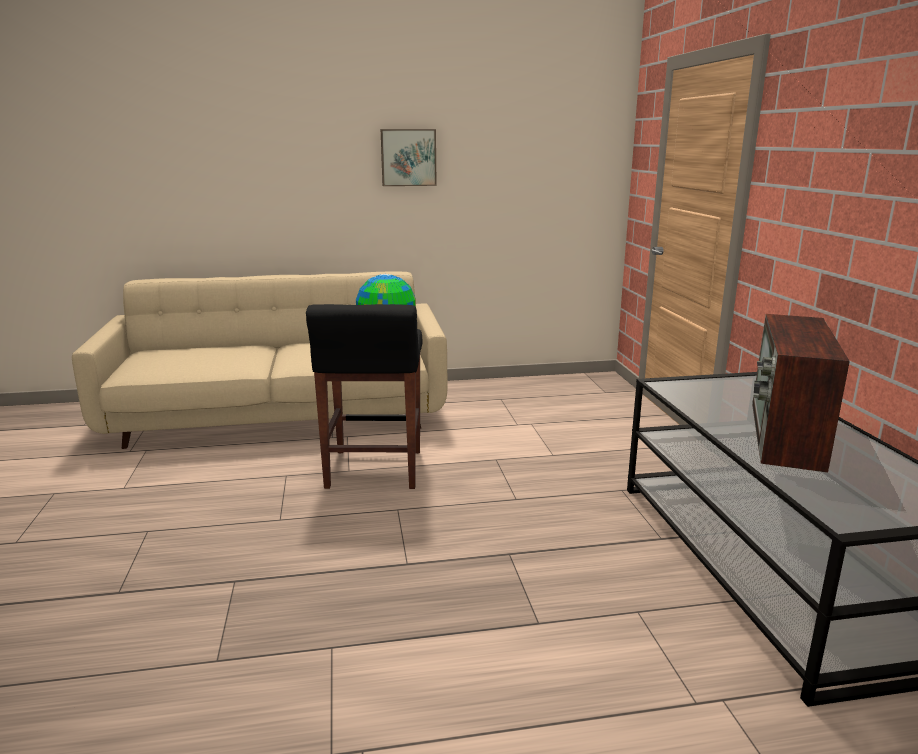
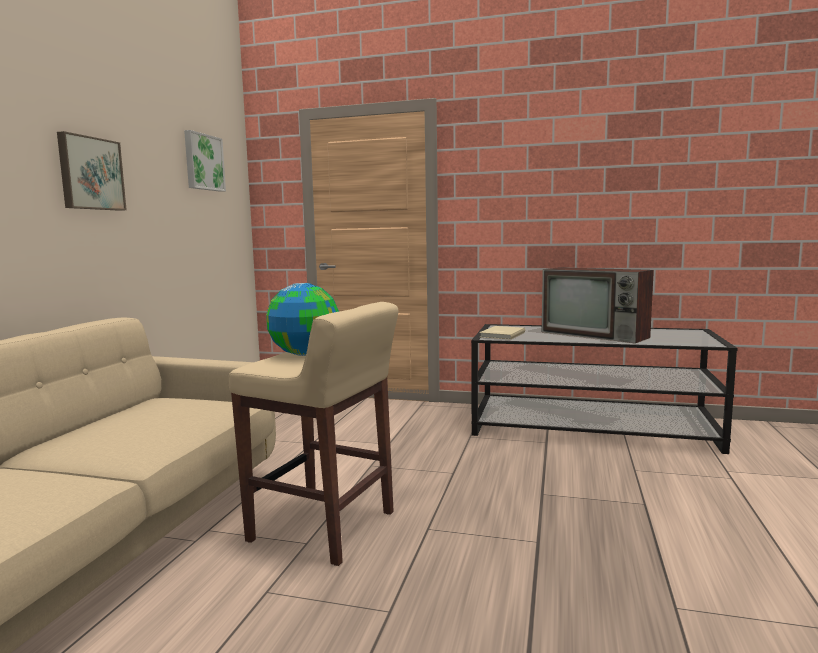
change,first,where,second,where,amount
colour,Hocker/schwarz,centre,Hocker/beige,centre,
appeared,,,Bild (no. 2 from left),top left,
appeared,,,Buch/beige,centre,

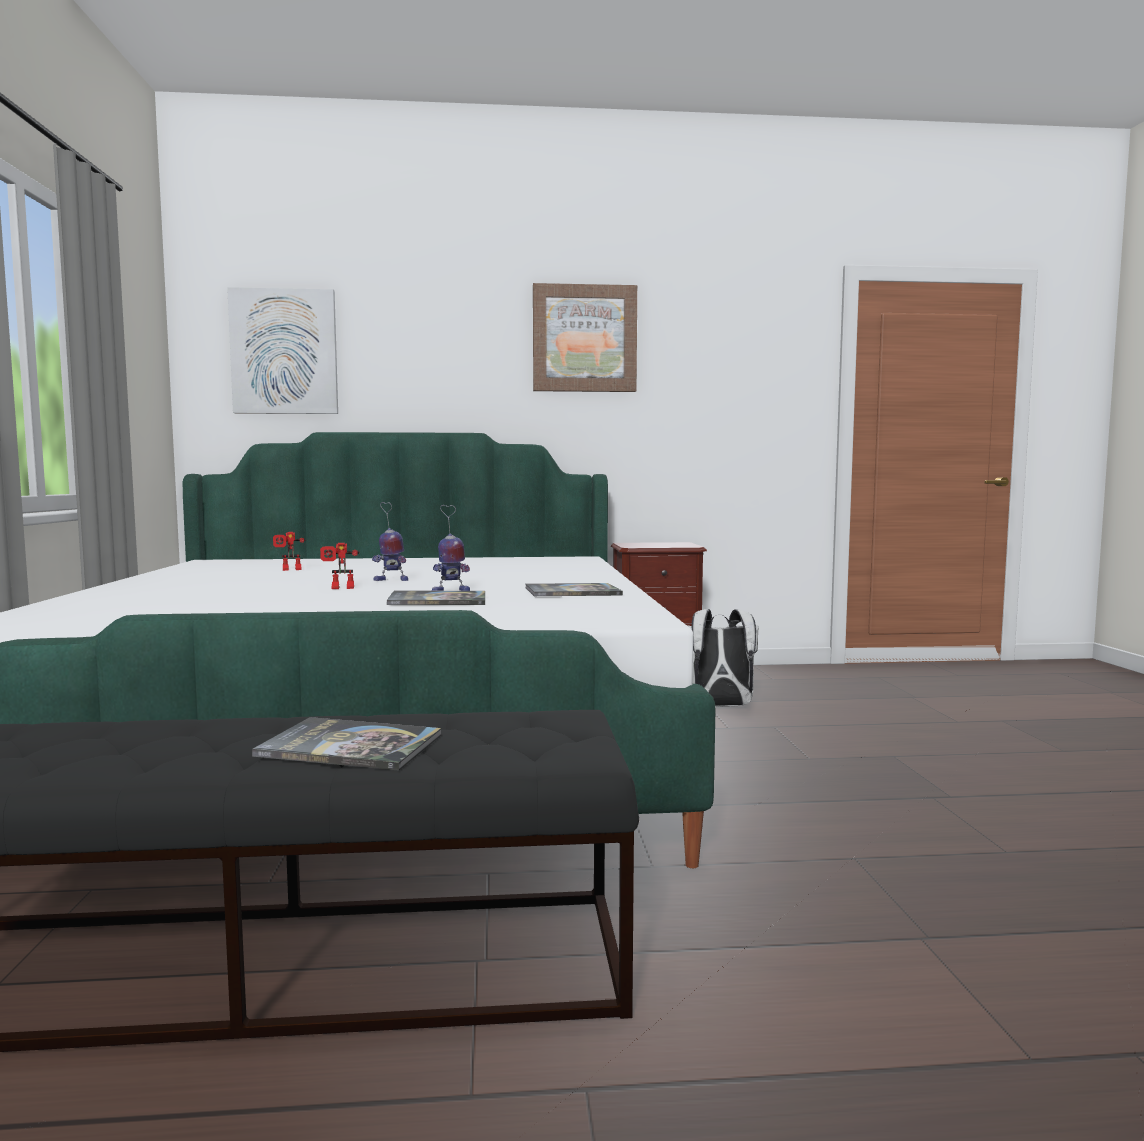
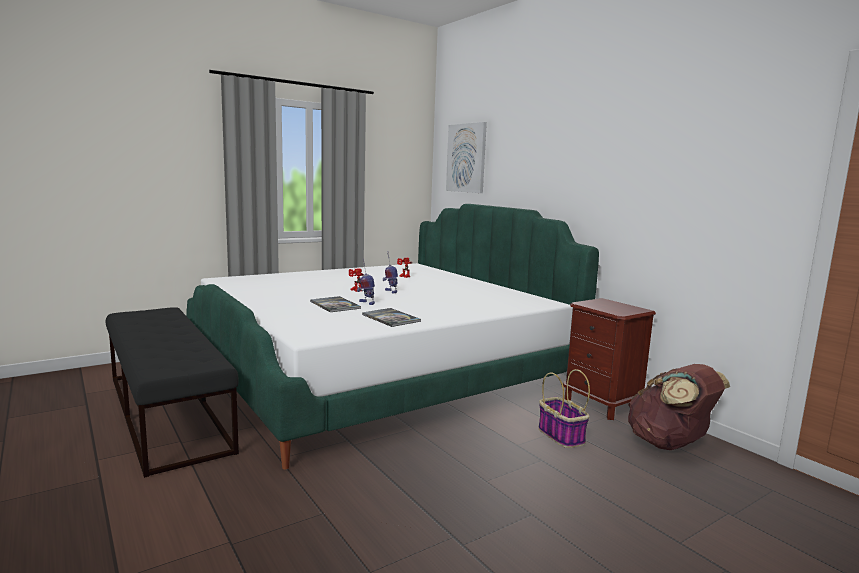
change,first,where,second,where,amount
missing,Buch (no. 1 from left),middle left,,,
missing,Bild (no. 2 from left),top centre,,,
exchanged,Rucksack/weiß,centre,Korb,bottom centre,
appeared,,,Rucksack/braun,bottom right,

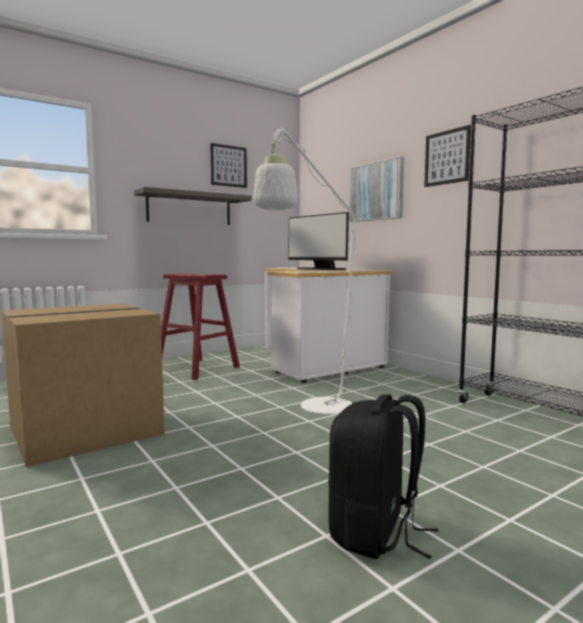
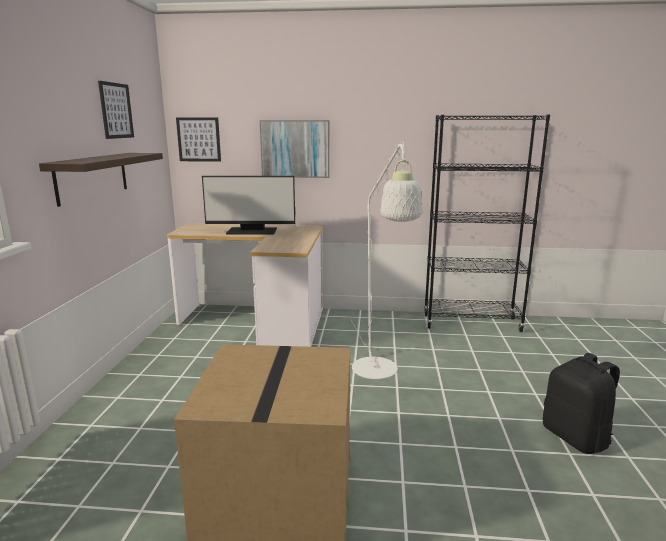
change,first,where,second,where,amount
missing,Hocker/rot,centre,,,
relocated,Bild (no. 3 from left in the first image),top right,Bild (no. 2 from left),top left,

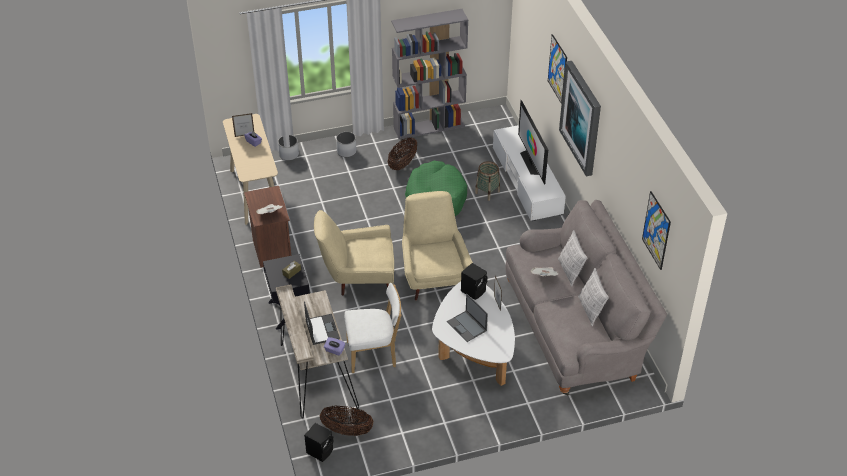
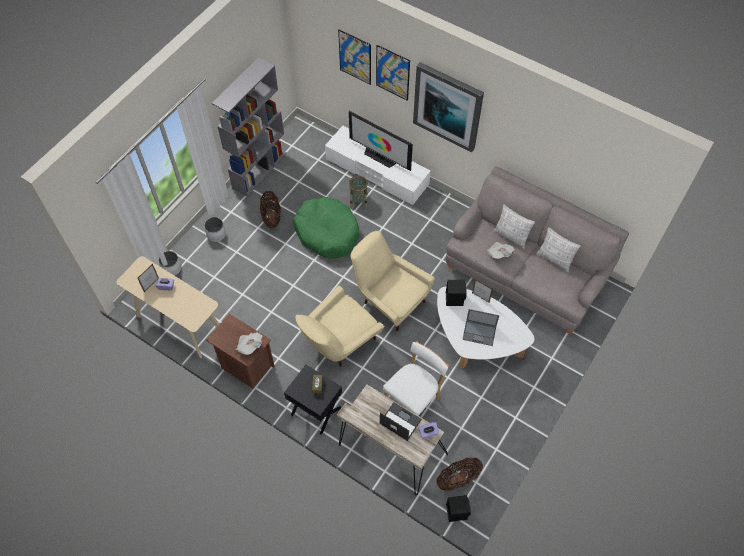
change,first,where,second,where,amount
relocated,Bild (no. 3 from left in the first image),middle right,Bild (no. 1 from left),top centre,

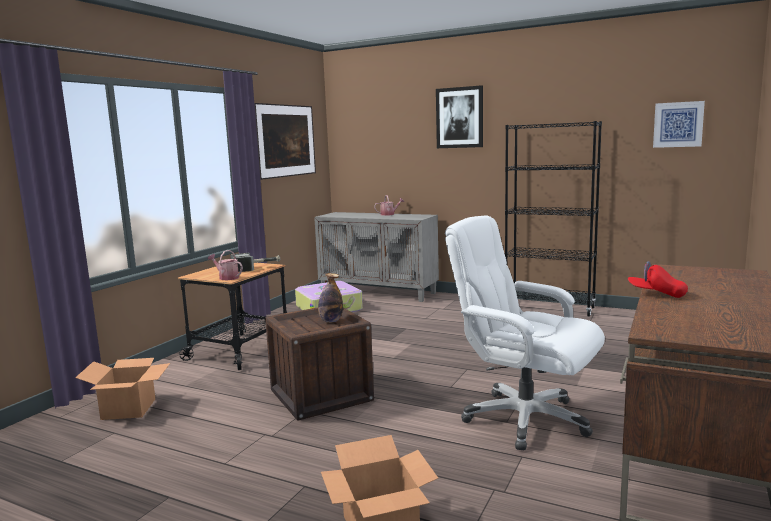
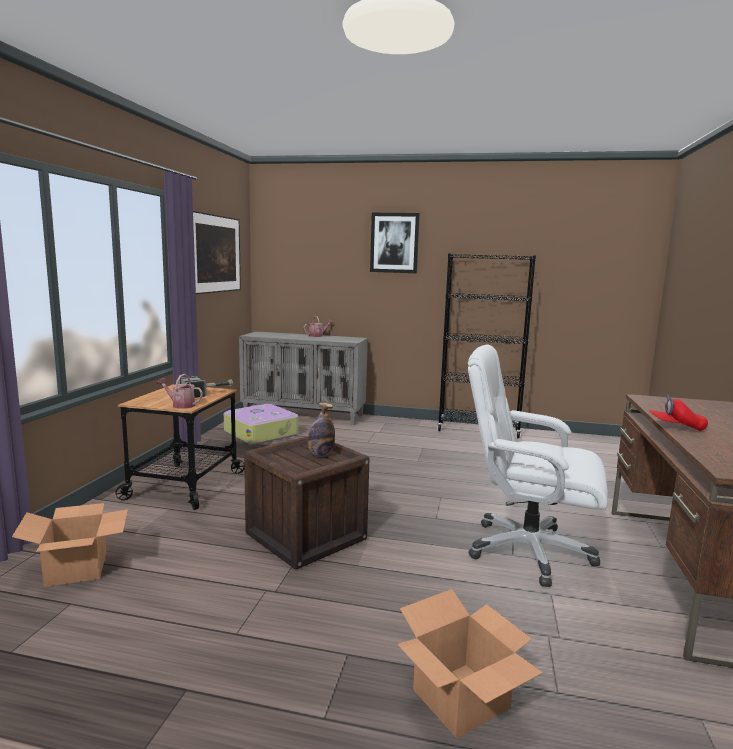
change,first,where,second,where,amount
missing,Bild (no. 3 from left),top right,,,

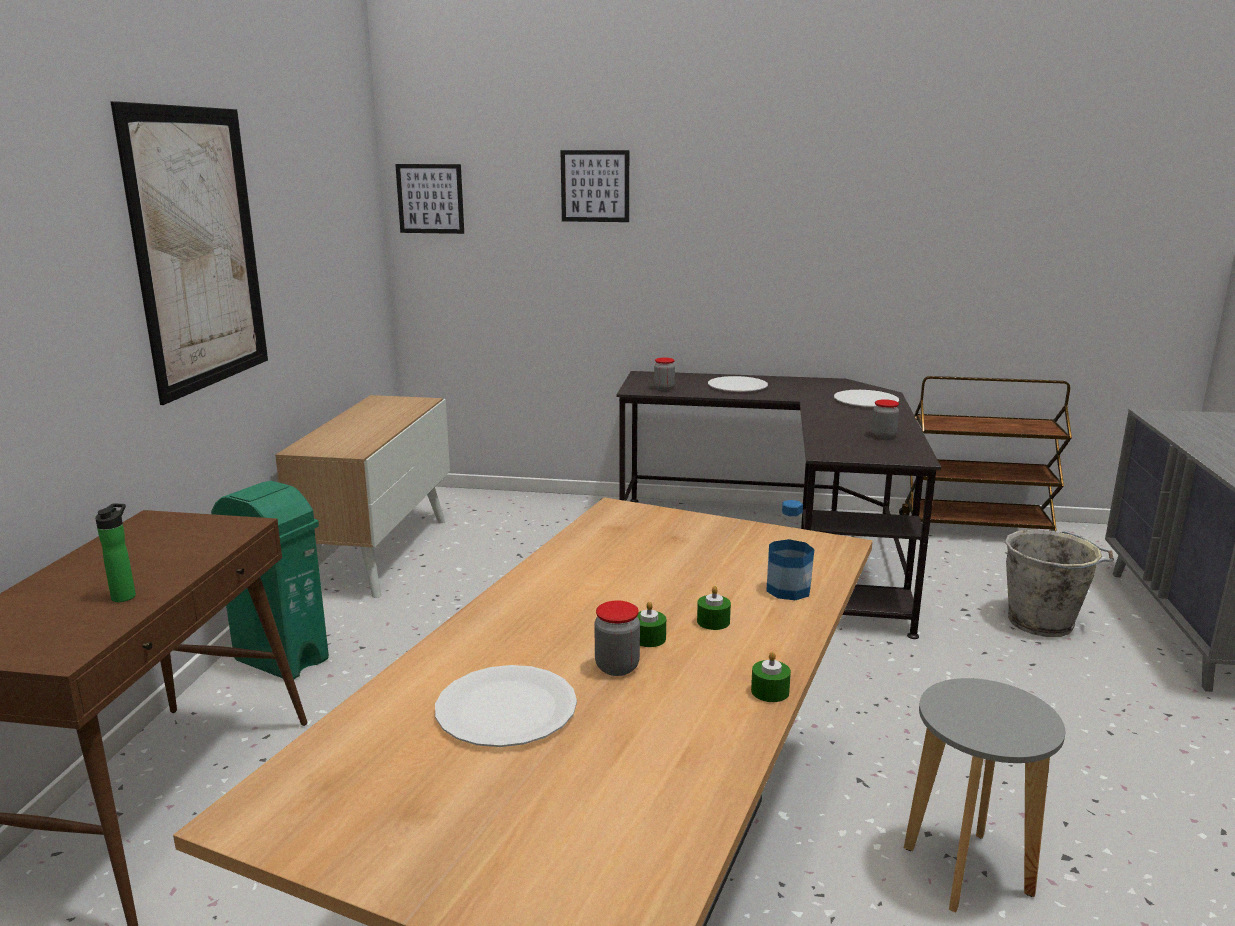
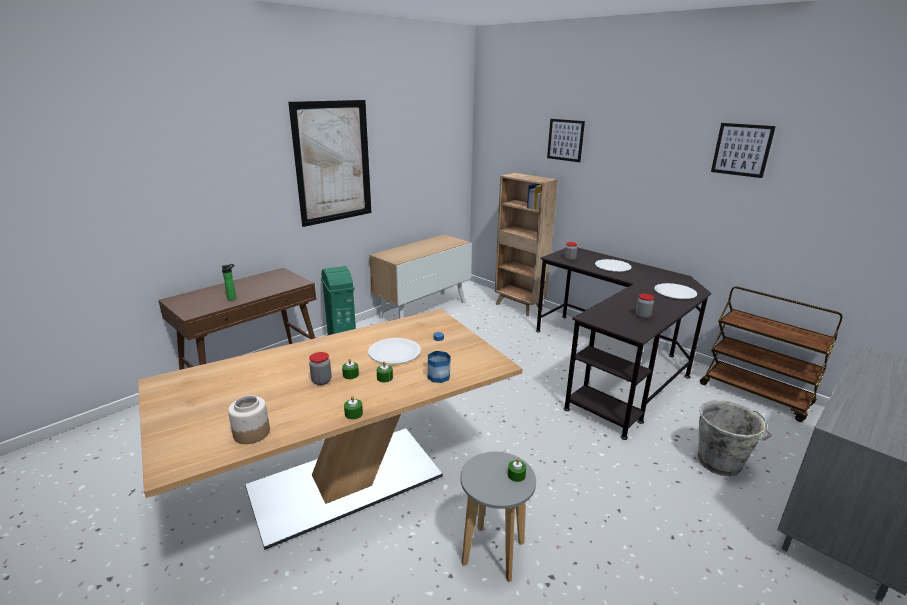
change,first,where,second,where,amount
relocated,Bild (no. 2 from left in the first image),top centre,Bild (no. 3 from left),top right,
relocated,Teller/weiß (no. 1 from left),bottom centre,,centre,
appeared,,,Vorratsglas (no. 1 from left),bottom left,
appeared,,,Bücherregal/braun,centre,
appeared,,,Kerze/grün (no. 4 from left),bottom centre,

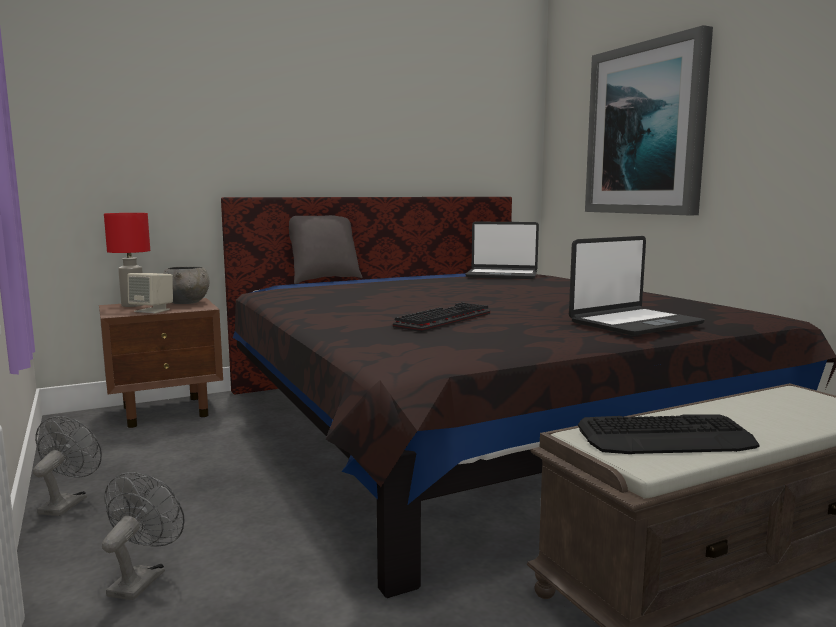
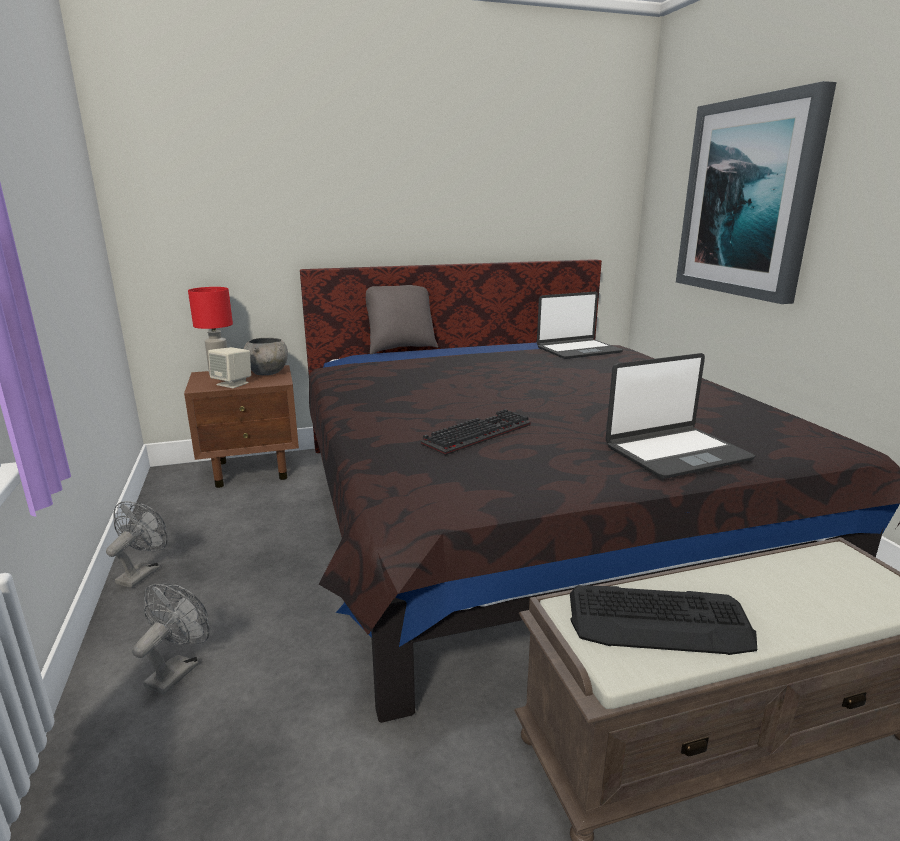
change,first,where,second,where,amount
spun,Laptop (no. 1 from left),centre,,centre,45 degrees counterclockwise

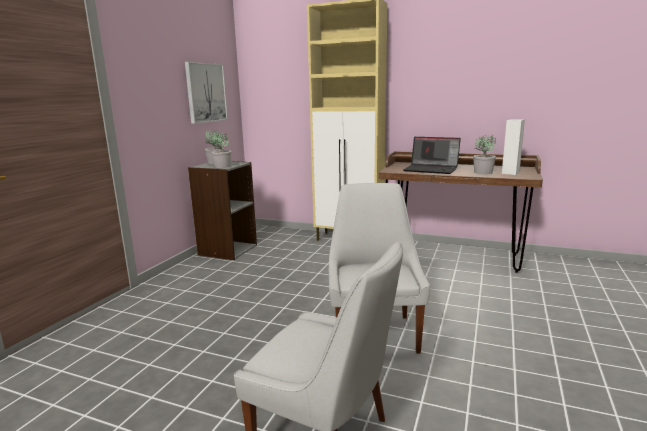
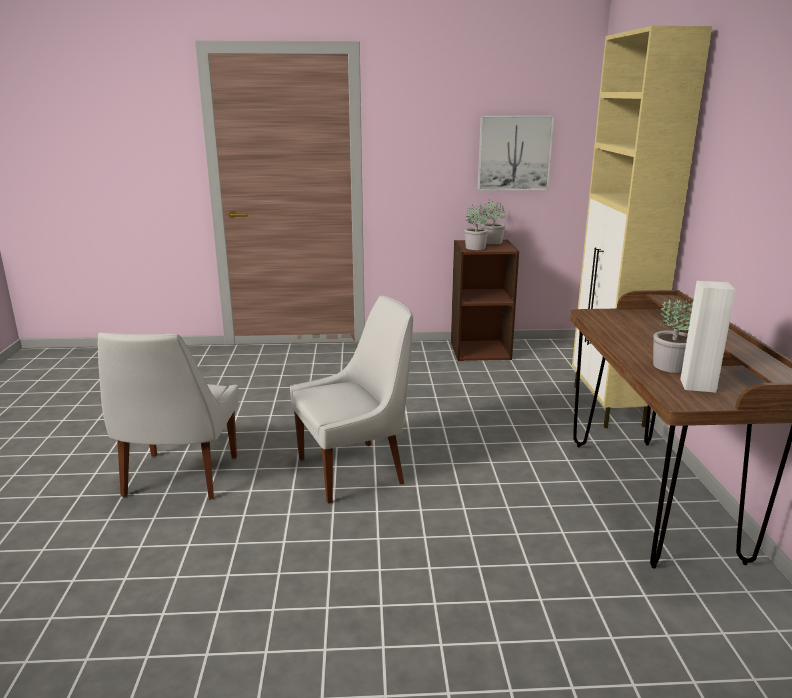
change,first,where,second,where,amount
colour,Bücherregal/grau,centre,Bücherregal/braun,centre,
missing,Laptop,middle right,,,

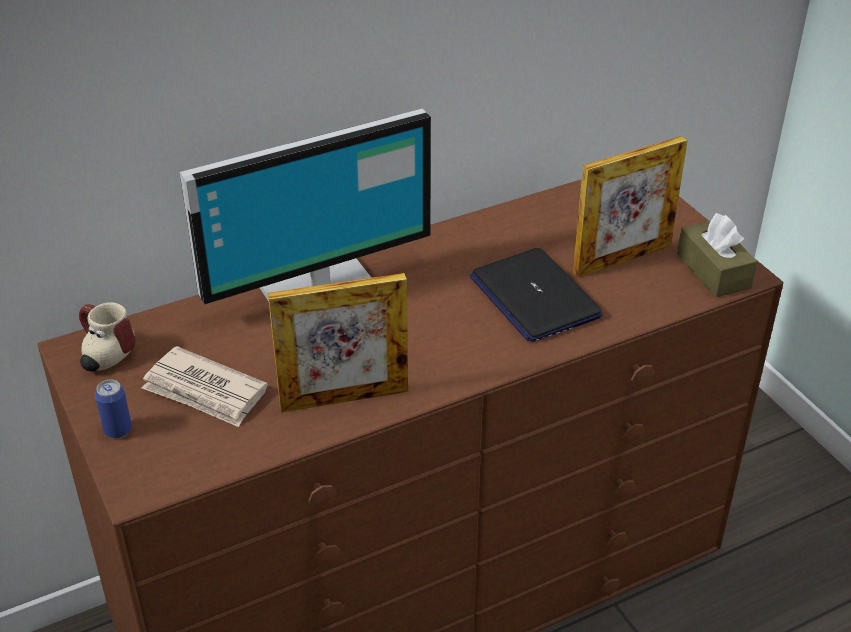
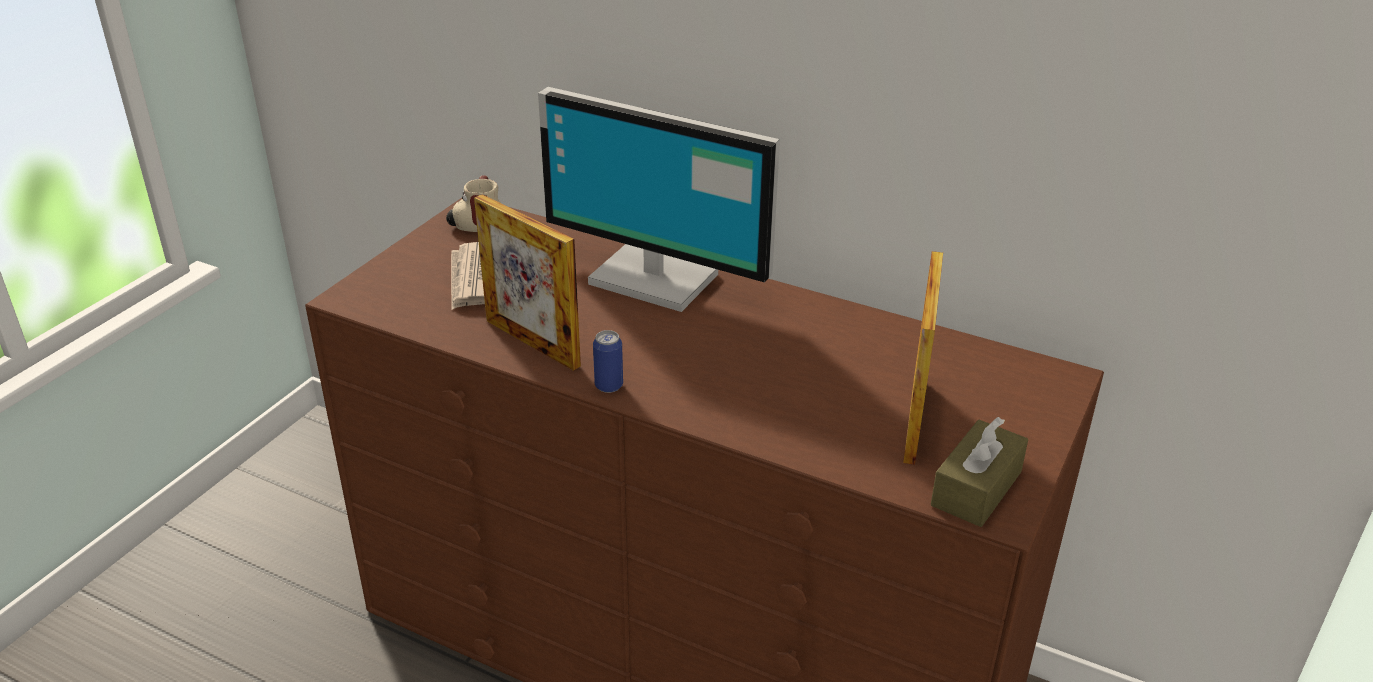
change,first,where,second,where,amount
relocated,Dose,middle left,,centre,
missing,Laptop,centre,,,
spun,Bilderrahmen (no. 2 from left),top right,,middle right,105 degrees counterclockwise

